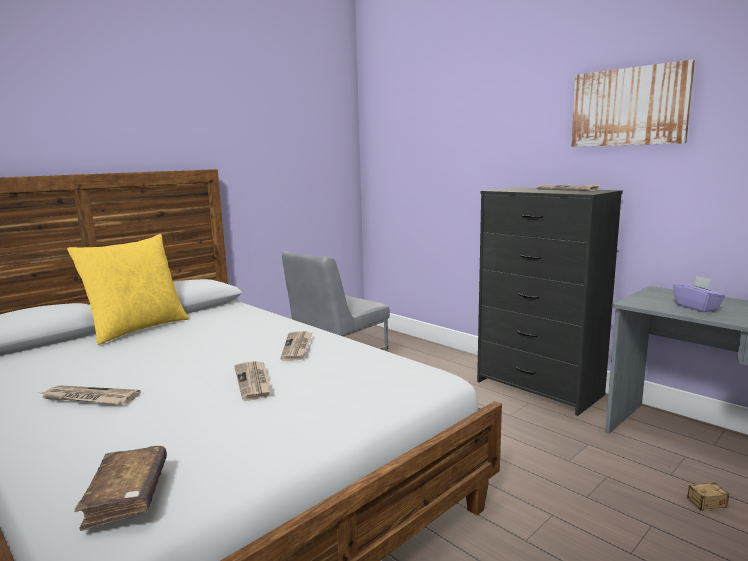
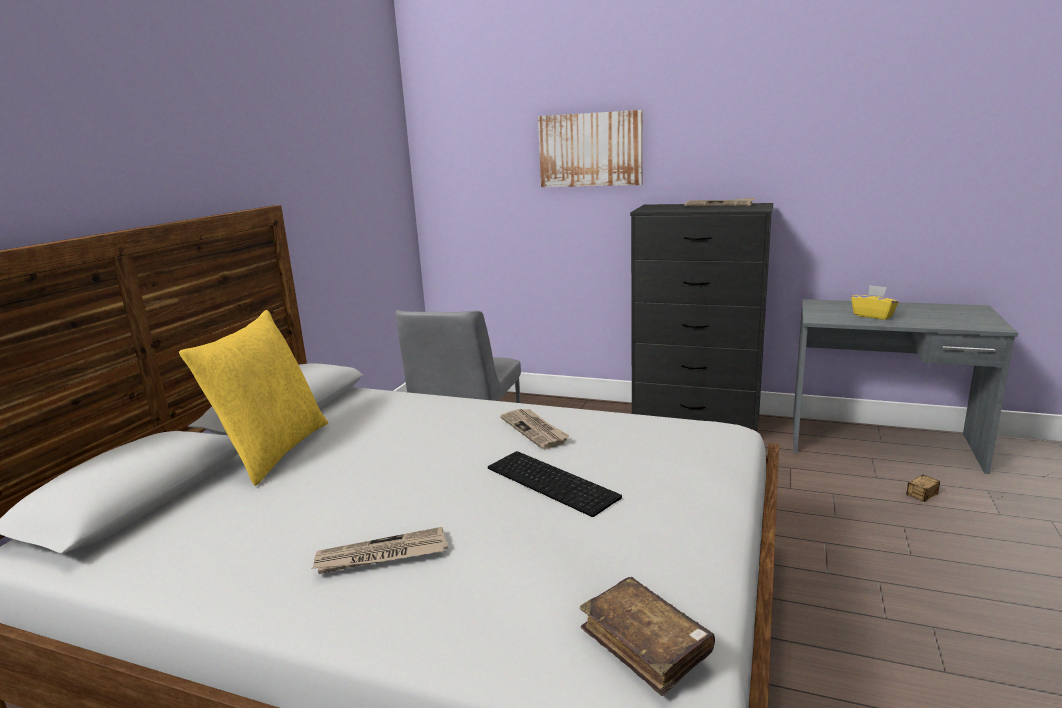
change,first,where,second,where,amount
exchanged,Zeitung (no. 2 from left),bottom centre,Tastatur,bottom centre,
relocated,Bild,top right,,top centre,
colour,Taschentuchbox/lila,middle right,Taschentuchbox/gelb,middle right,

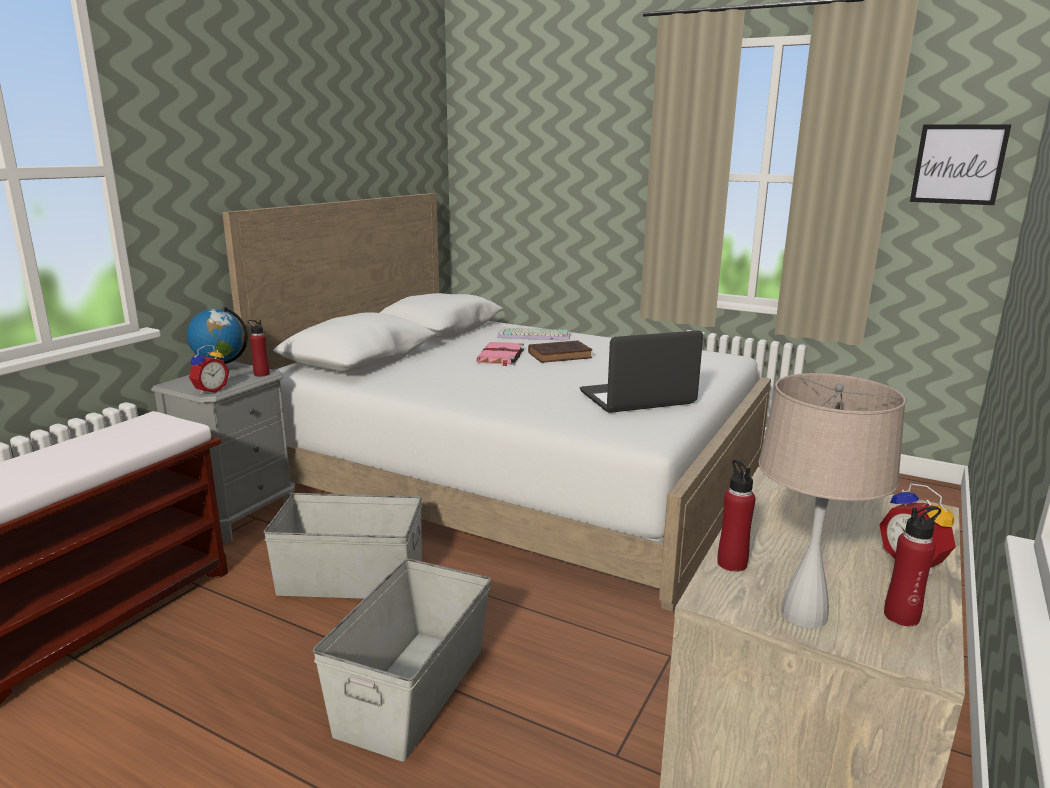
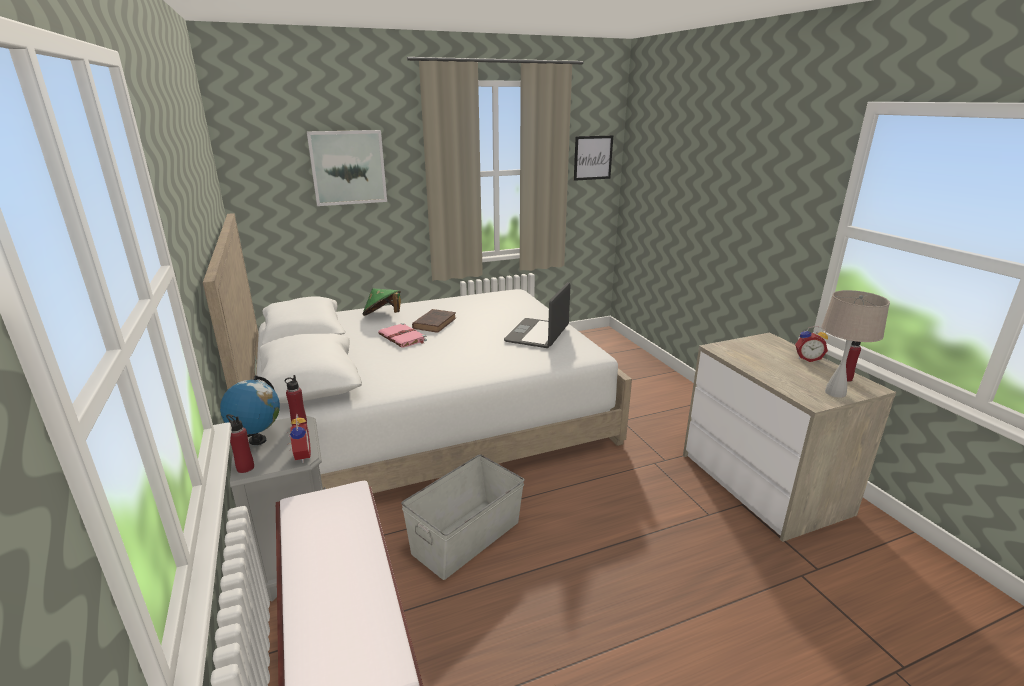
change,first,where,second,where,amount
missing,Aufbewahrungsbox/grau (no. 2 from left),bottom centre,,,
exchanged,Tastatur,centre,Hut/grün,centre,
relocated,Flasche/rot (no. 2 from left in the first image),middle right,Flasche/rot (no. 1 from left),middle left,
appeared,,,Bild (no. 1 from left),top centre,

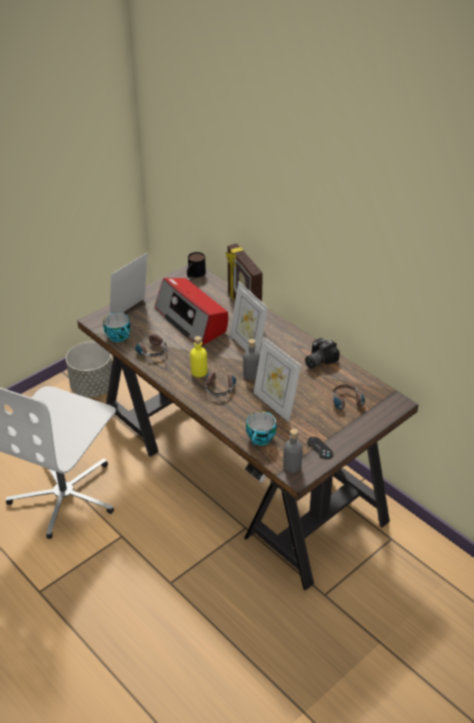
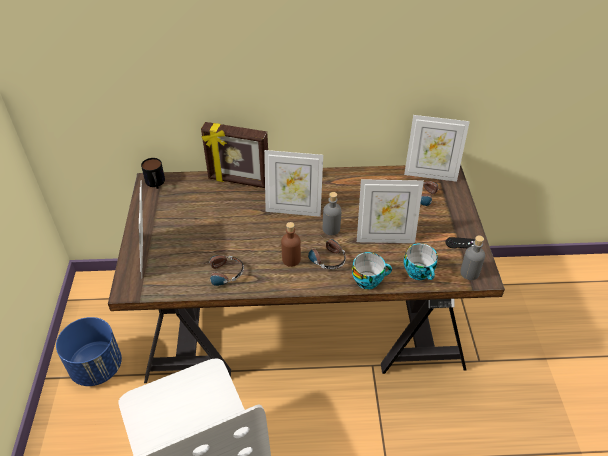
change,first,where,second,where,amount
colour,Pflanzkübel/grau,middle left,Pflanzkübel/blau,bottom left,
relocated,Tasse (no. 1 from left),middle left,,centre,
missing,Radio,centre,,,
colour,Flasche/gelb,centre,Flasche/braun,centre,
missing,Kamera,middle right,,,
appeared,,,Bilderrahmen (no. 5 from left),top right,

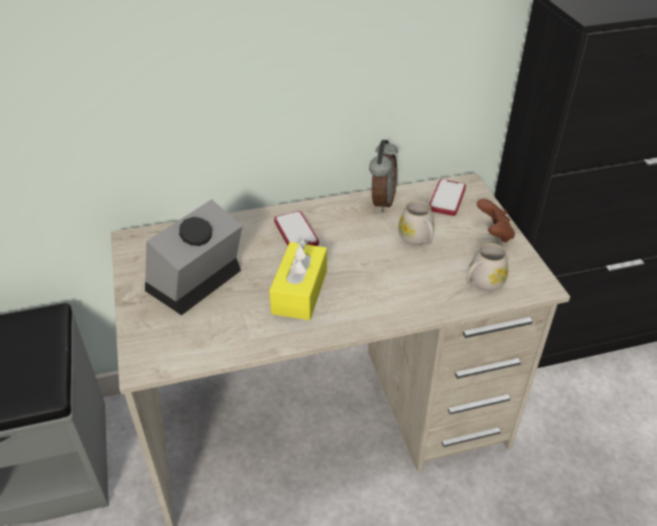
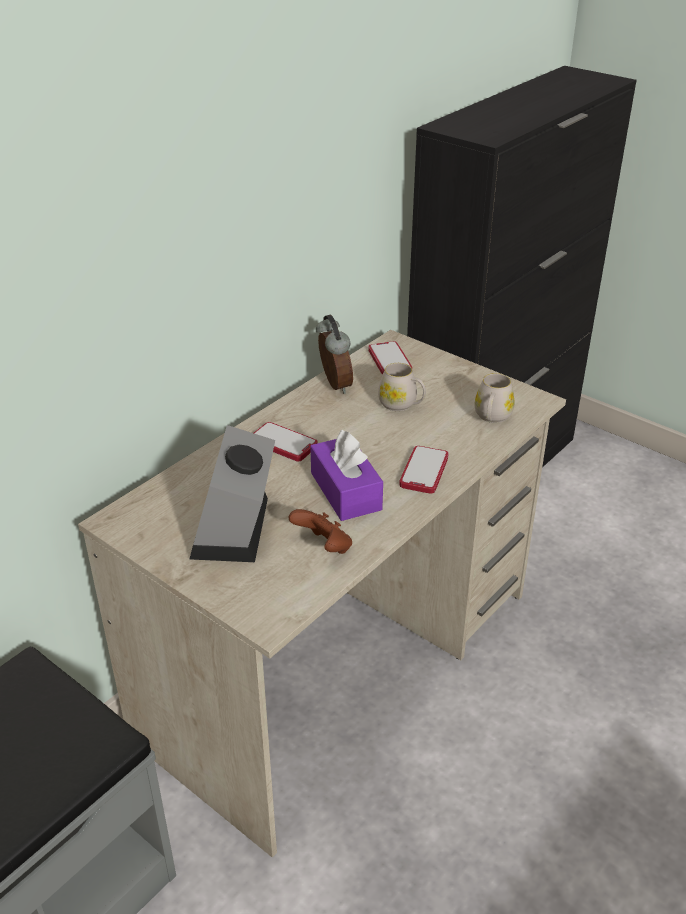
change,first,where,second,where,amount
colour,Taschentuchbox/gelb,centre,Taschentuchbox/lila,centre,
relocated,Gamepad/braun,middle right,,centre,
appeared,,,Handy (no. 3 from left),centre,

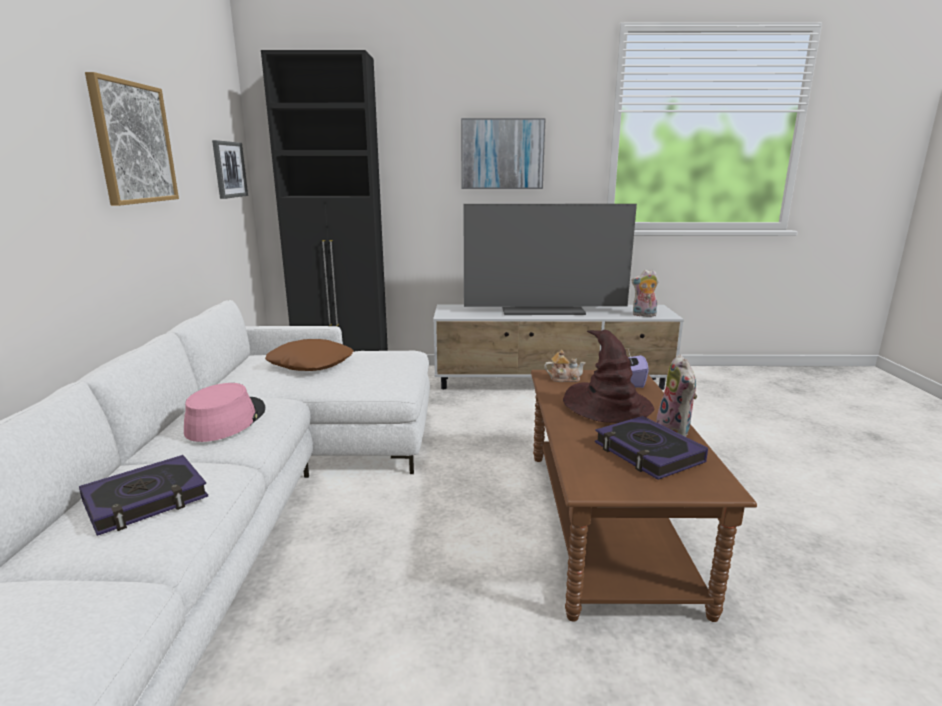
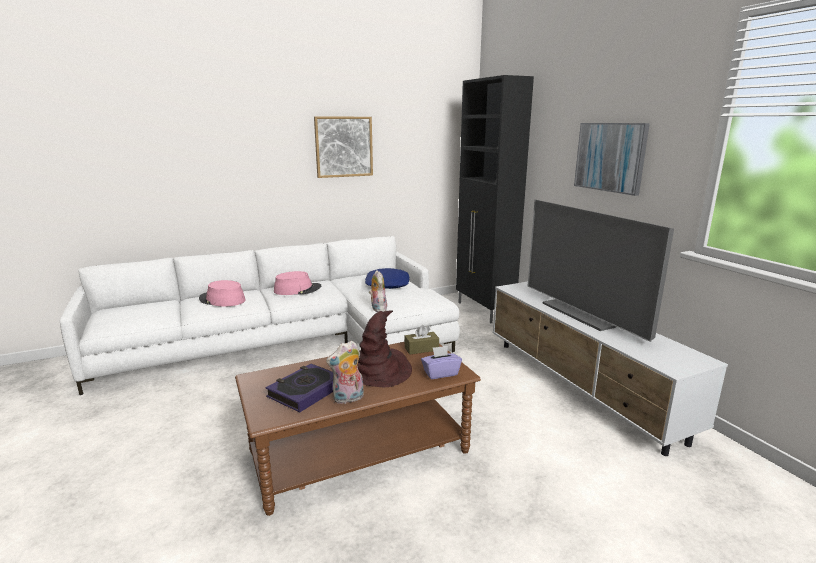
change,first,where,second,where,amount
exchanged,Buch (no. 1 from left),bottom left,Hut/rosa (no. 1 from left),middle left,
missing,Bild (no. 2 from left),top left,,,
colour,Kissen/braun,middle left,Kissen/blau,centre,
exchanged,Teekanne,centre,Taschentuchbox/braun,centre,
relocated,Plüschtier (no. 1 from left in the first image),middle right,Plüschtier (no. 2 from left),centre,

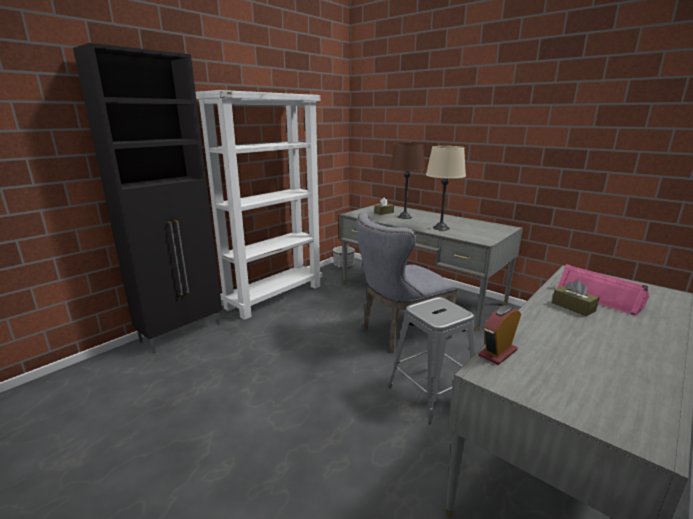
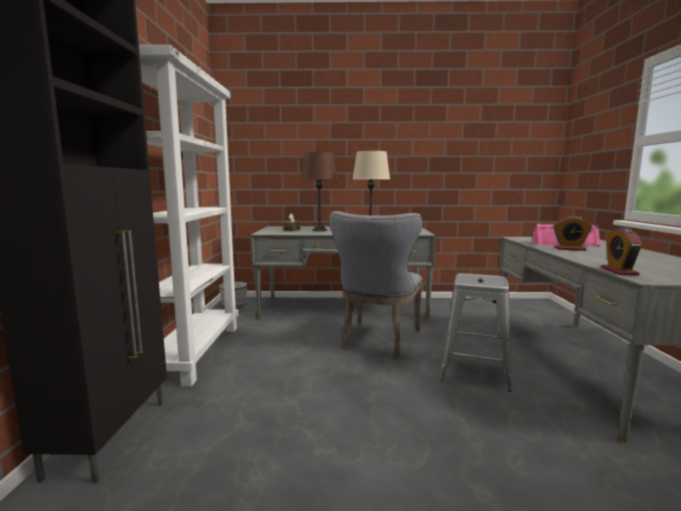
change,first,where,second,where,amount
exchanged,Taschentuchbox/braun (no. 2 from left),middle right,Wecker (no. 1 from left),middle right,

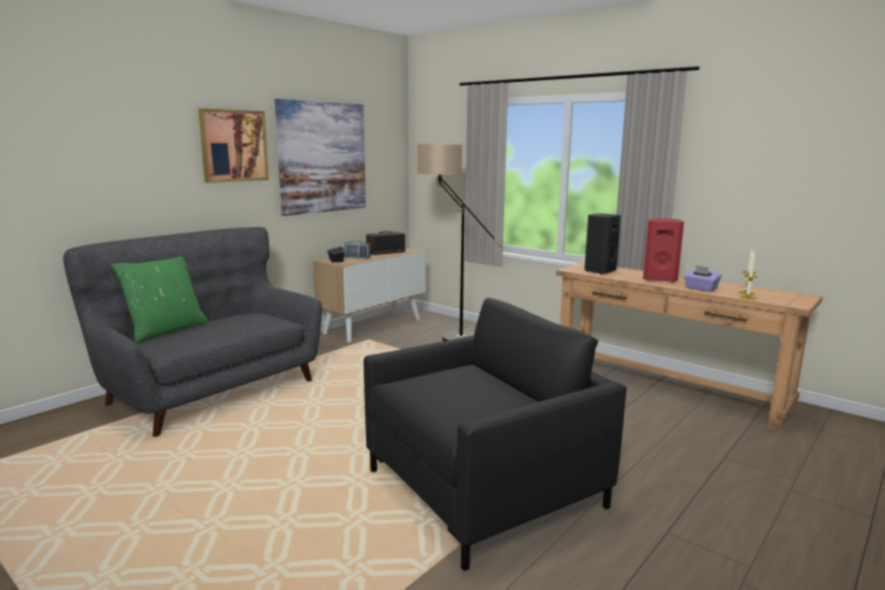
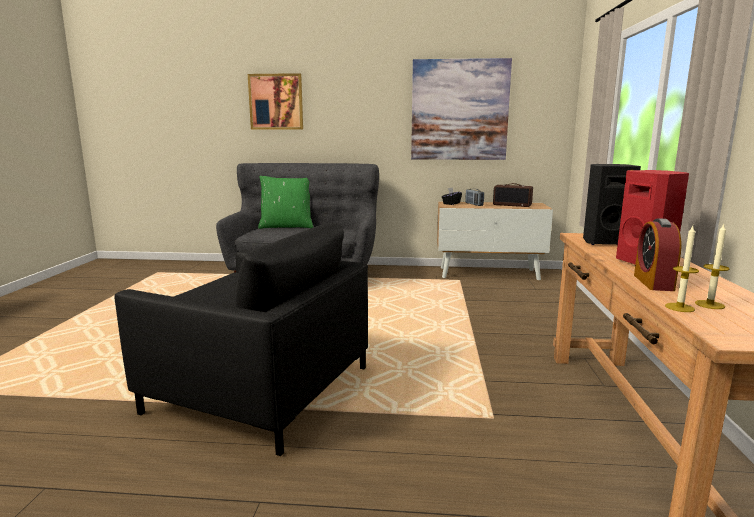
change,first,where,second,where,amount
relocated,Bild (no. 1 from left),top left,,top centre,
missing,Stehlampe,centre,,,
exchanged,Taschentuchbox/lila,middle right,Wecker,middle right,

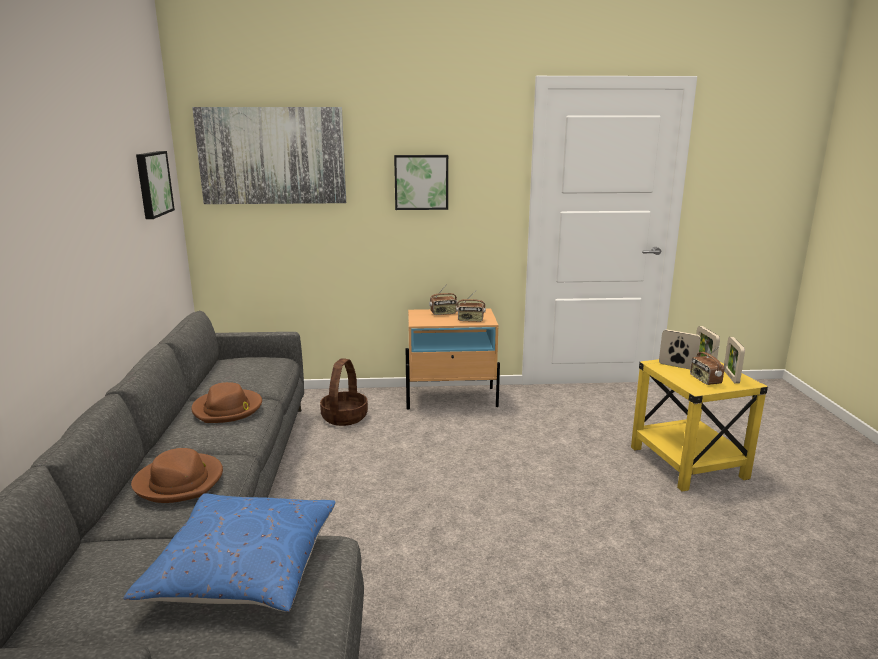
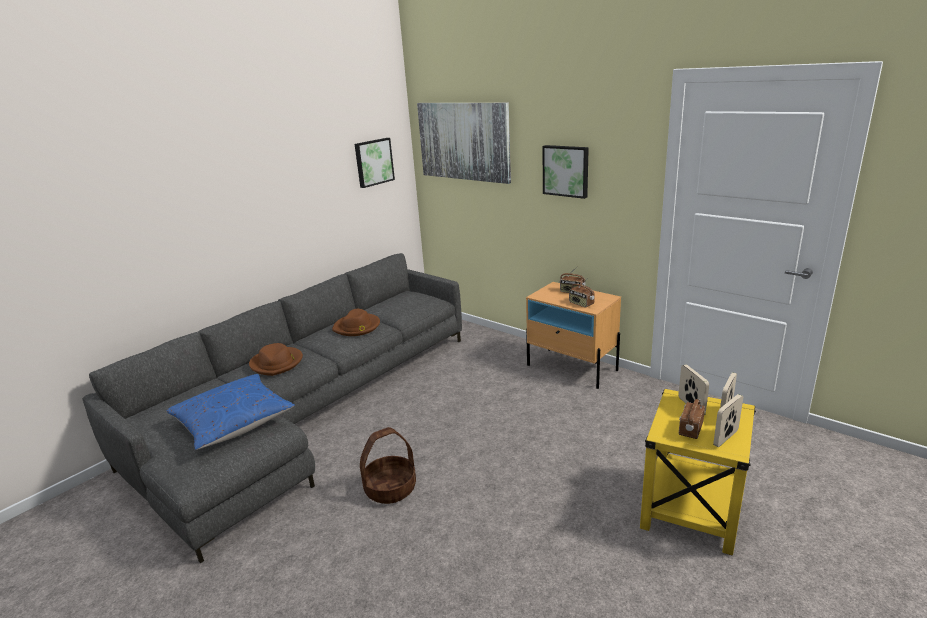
change,first,where,second,where,amount
relocated,Korb,centre,,bottom centre,

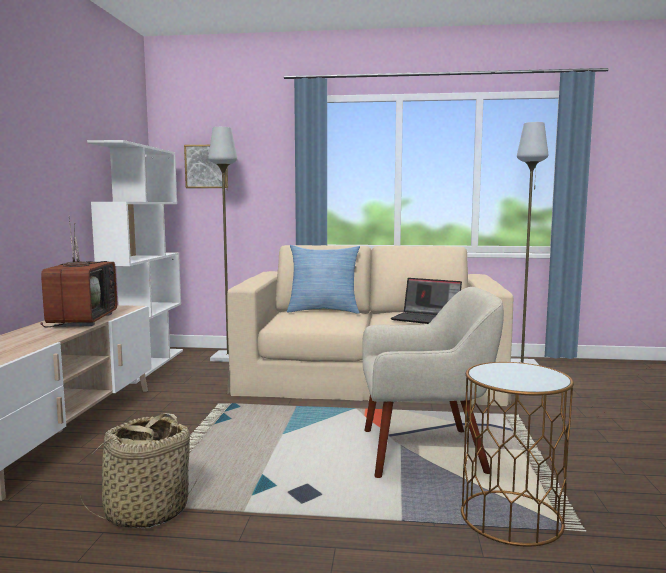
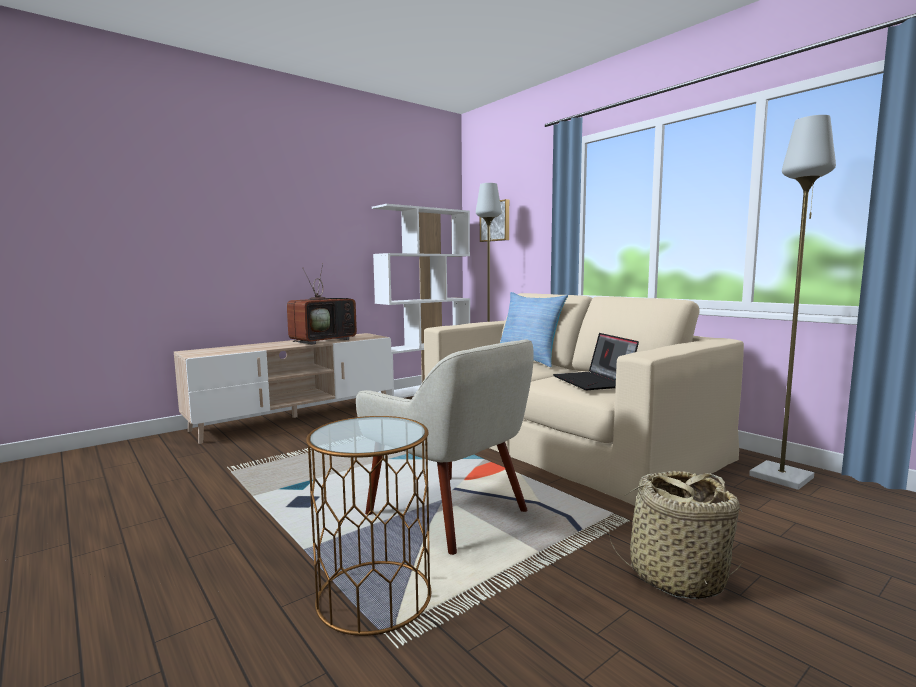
change,first,where,second,where,amount
relocated,Korb,bottom left,,bottom right,

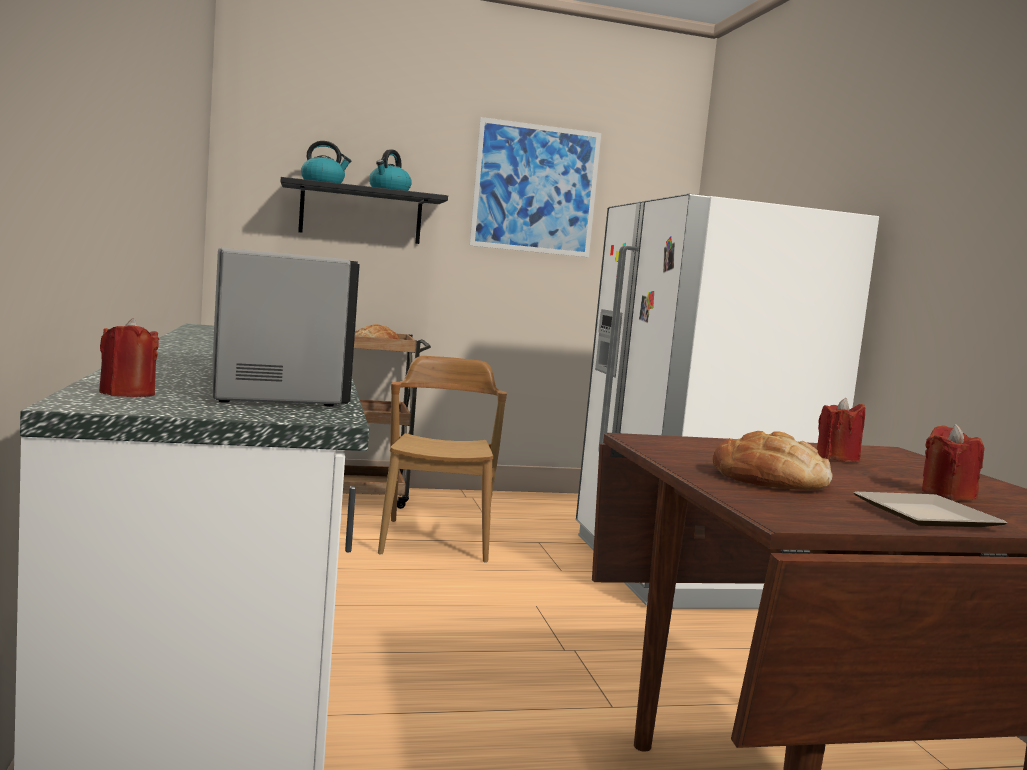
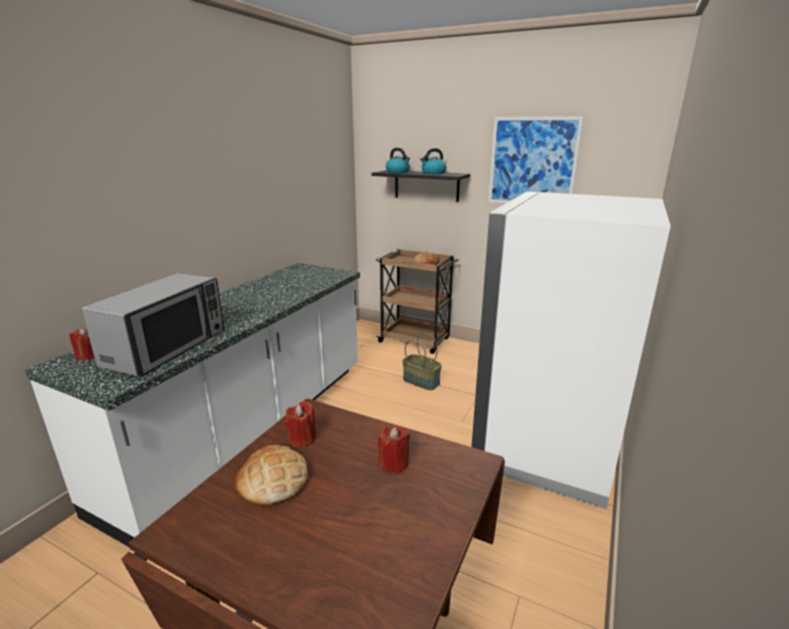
change,first,where,second,where,amount
exchanged,Stuhl/braun,centre,Korb,centre,
missing,Teller,middle right,,,
relocated,Kerze/rot (no. 3 from left in the first image),middle right,Kerze/rot (no. 2 from left),bottom centre,

